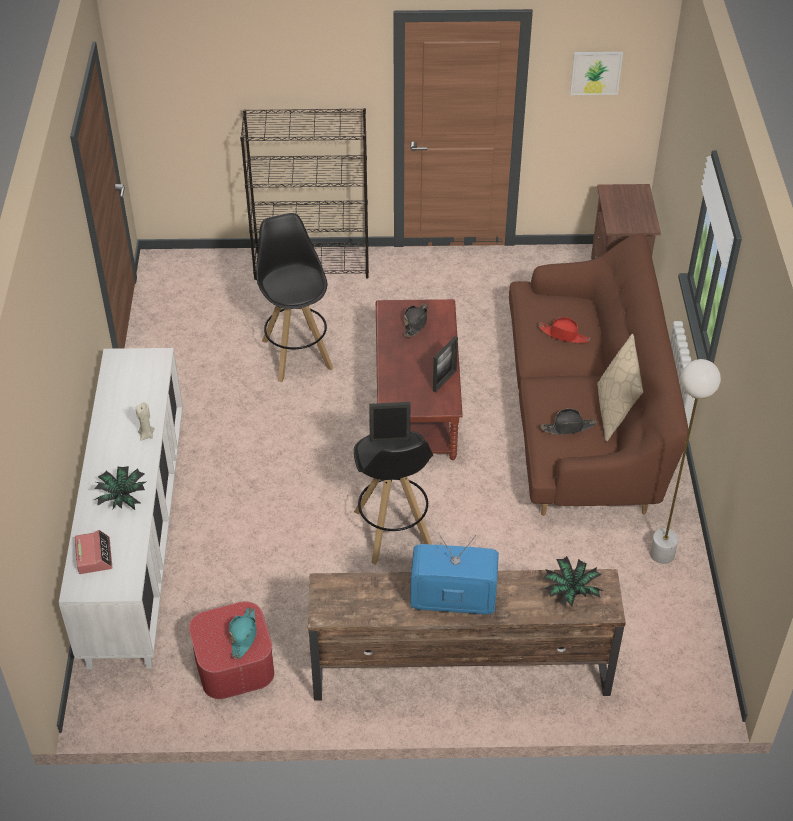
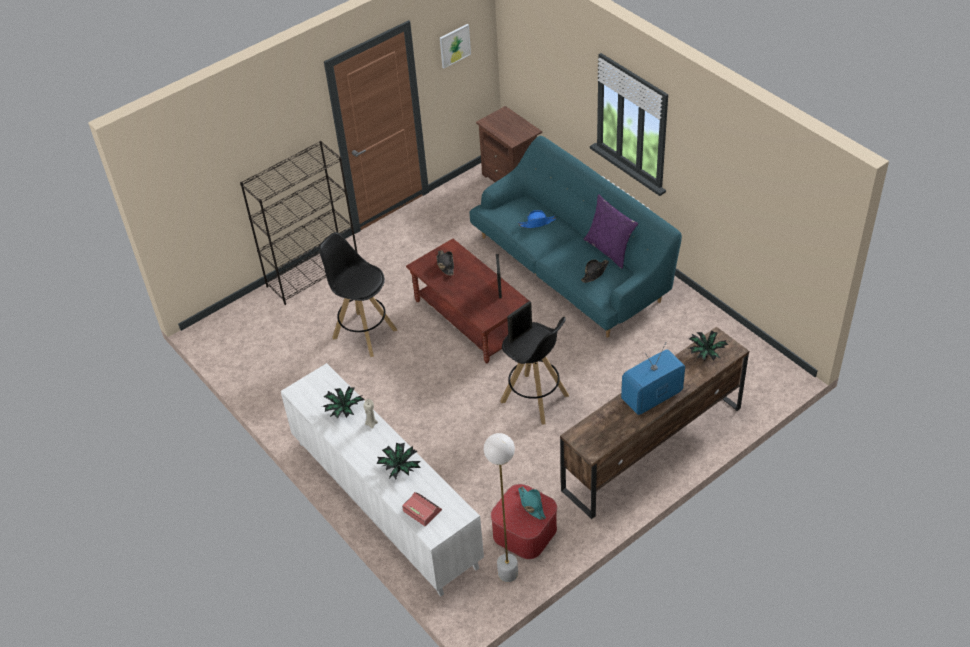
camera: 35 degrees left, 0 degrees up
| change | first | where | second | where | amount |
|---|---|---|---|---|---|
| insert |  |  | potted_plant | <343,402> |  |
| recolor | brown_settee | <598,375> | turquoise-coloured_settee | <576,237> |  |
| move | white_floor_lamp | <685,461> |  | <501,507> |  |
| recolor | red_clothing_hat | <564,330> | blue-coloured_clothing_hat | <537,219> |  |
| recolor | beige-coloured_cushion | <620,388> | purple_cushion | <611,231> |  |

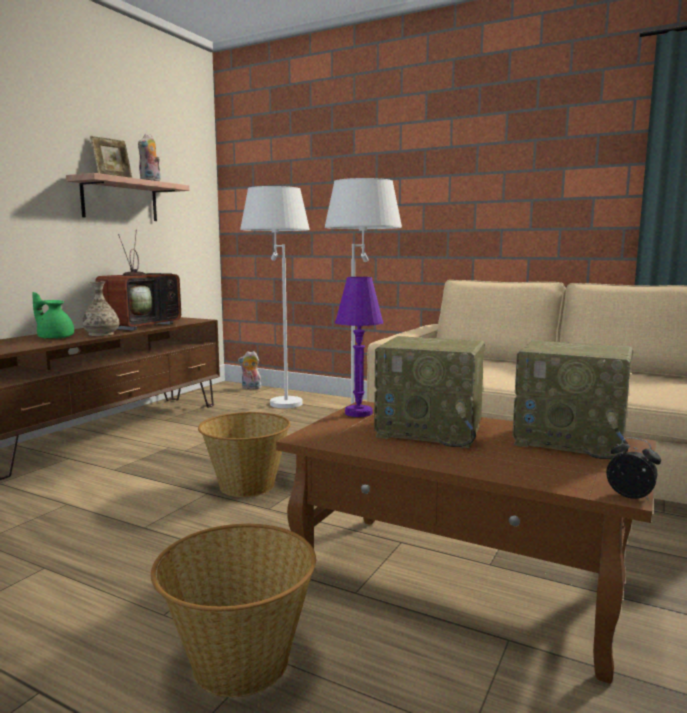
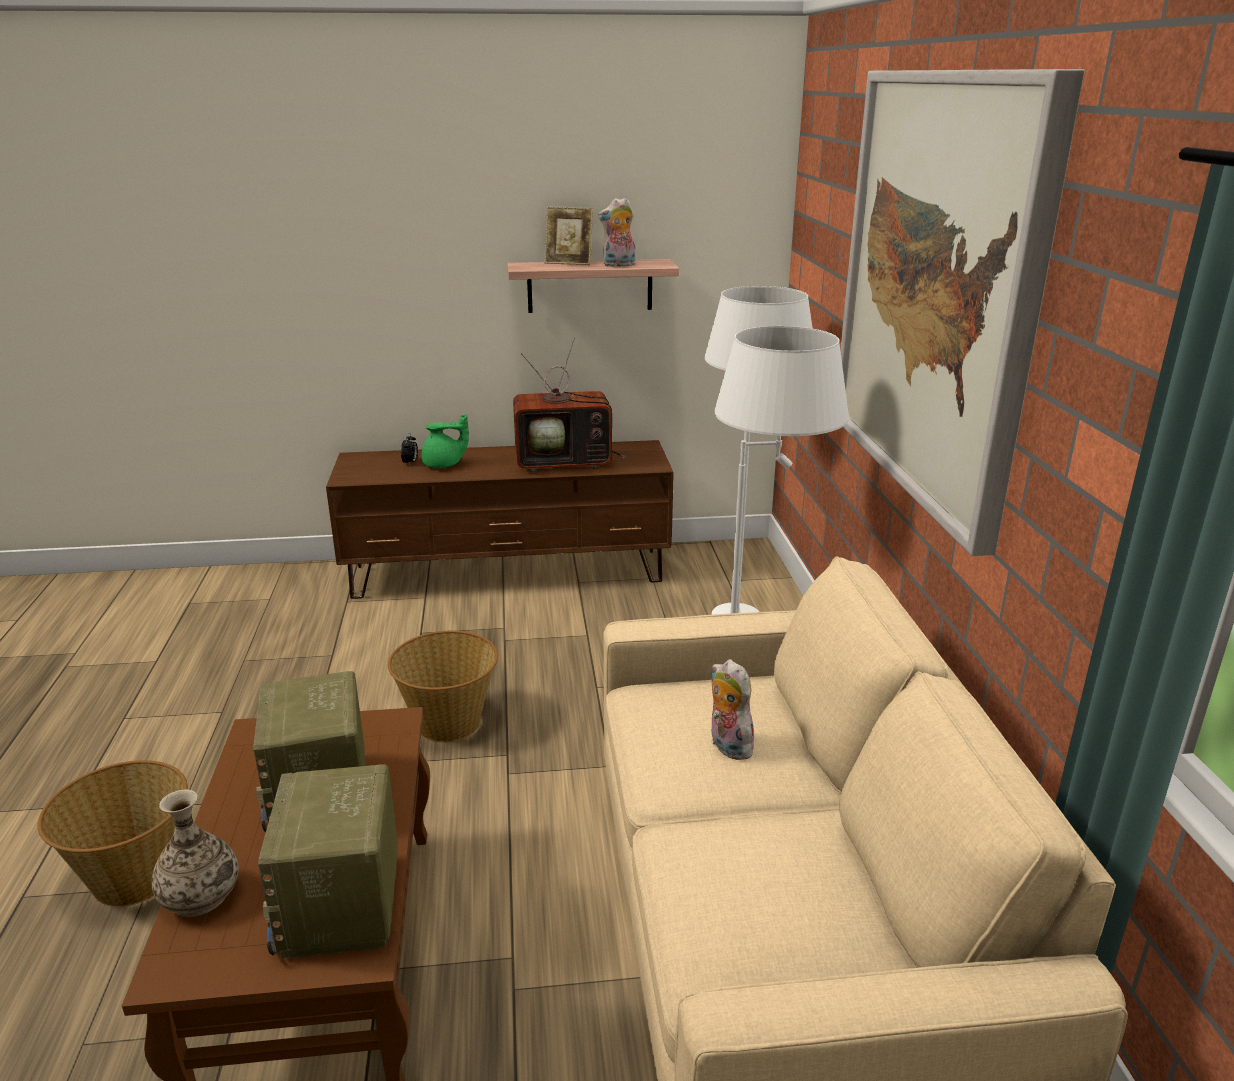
camera: 55 degrees right, 15 degrees up
| change | first | where | second | where | amount |
|---|---|---|---|---|---|
| move | vase | <100,309> |  | <195,853> |  |
| move | alarm_clock | <633,468> |  | <409,449> |  |
| rotate | green-coloured_tea_pot | <53,315> |  | <445,441> | 90 degrees clockwise |
| move | plush_toy | <250,370> |  | <732,709> |  |
| insert |  |  | wall_art | <962,312> |  |
| delete | purple_lamp_for_a_table | <359,347> |  |  |  |

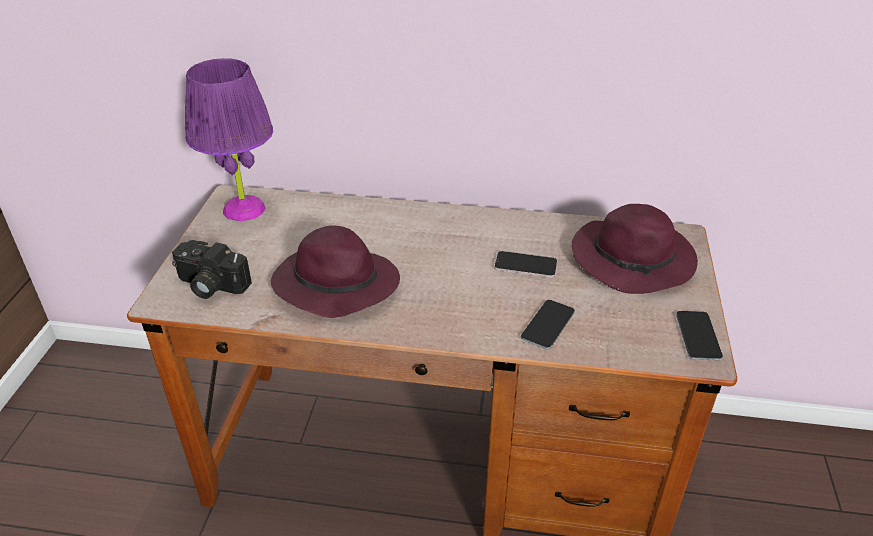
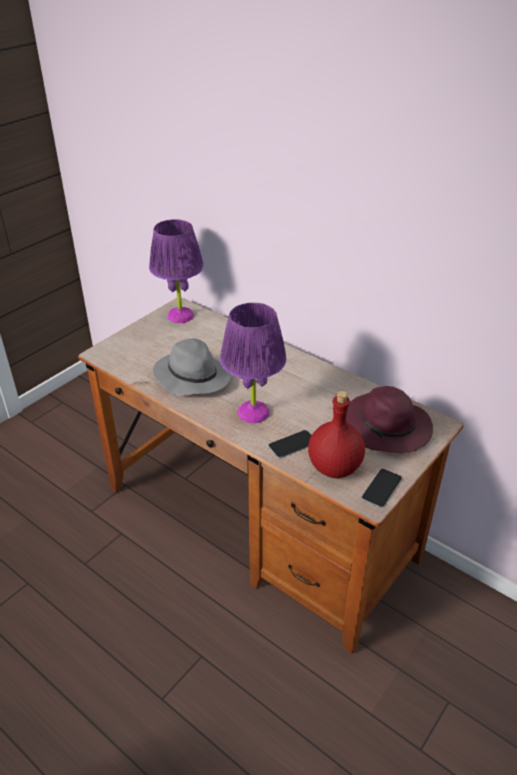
camera: 30 degrees right, 0 degrees up
| change | first | where | second | where | amount |
|---|---|---|---|---|---|
| recolor | purple_clothing_hat | <335,271> | grey_clothing_hat | <192,367> |  |
| insert |  |  | purple_lamp_for_a_table | <253,363> |  |
| insert |  |  | red_bottle | <336,434> |  |
| delete | photo_camera | <212,269> |  |  |  |
| delete | phone | <526,264> |  |  |  |

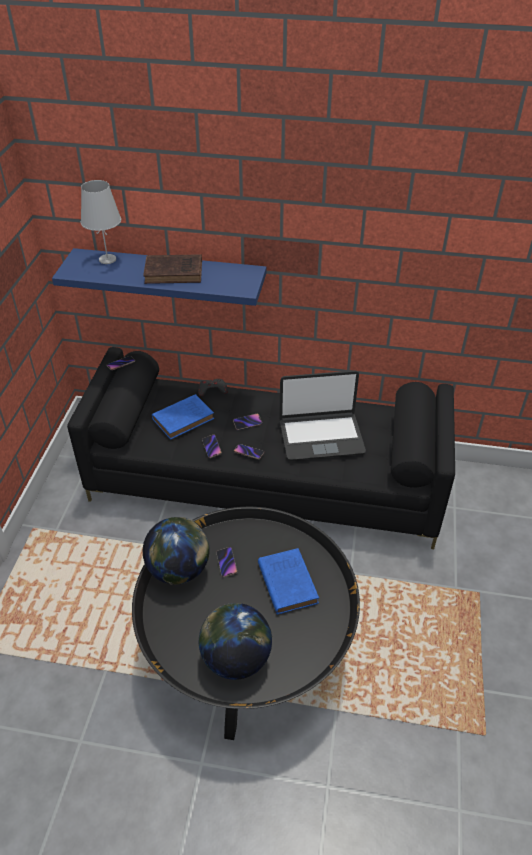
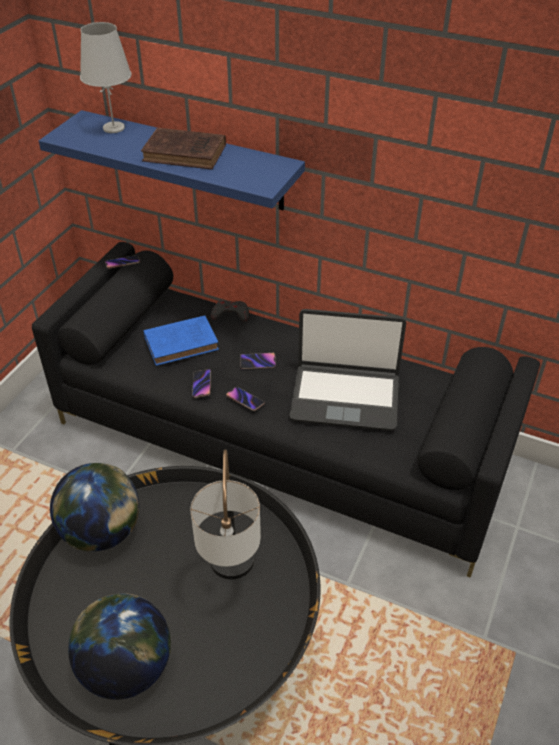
camera: 15 degrees right, 0 degrees up
| change | first | where | second | where | amount |
|---|---|---|---|---|---|
| replace | blue-coloured_volume | <288,581> | lamp_for_a_table | <225,514> |  |
| delete | phone | <227,562> |  |  |  |

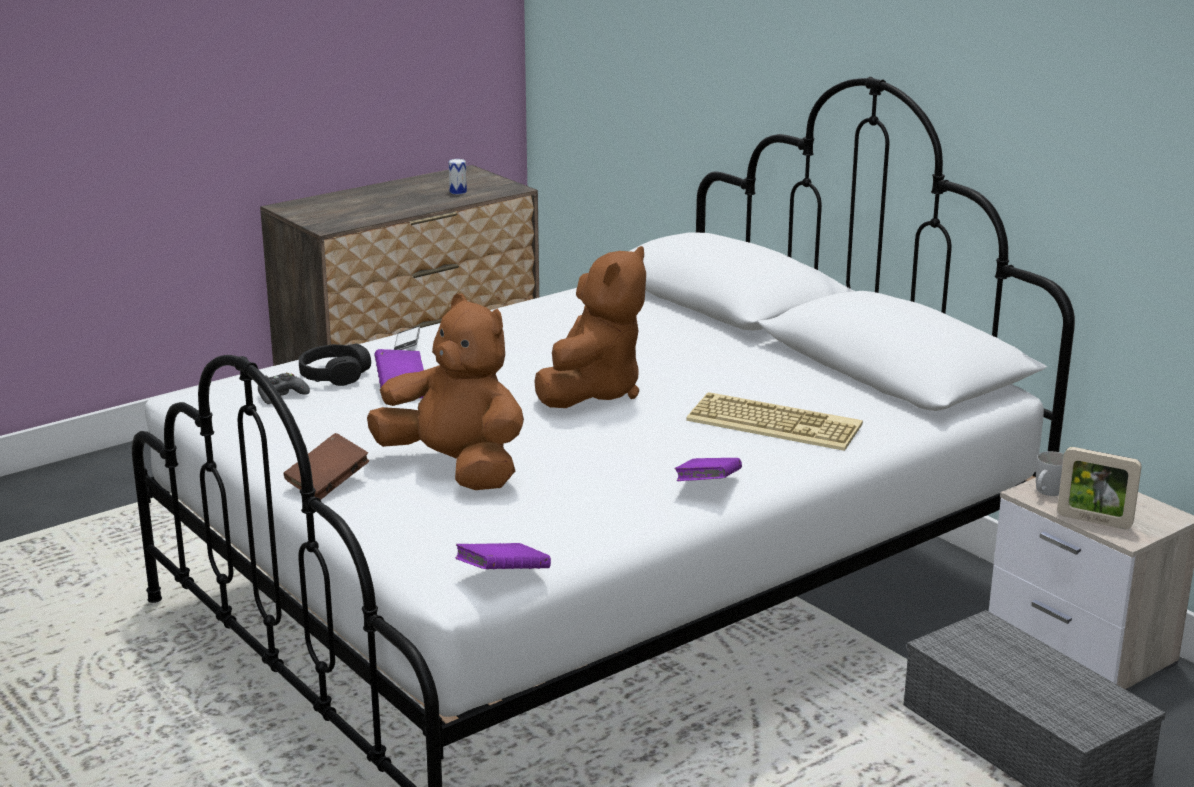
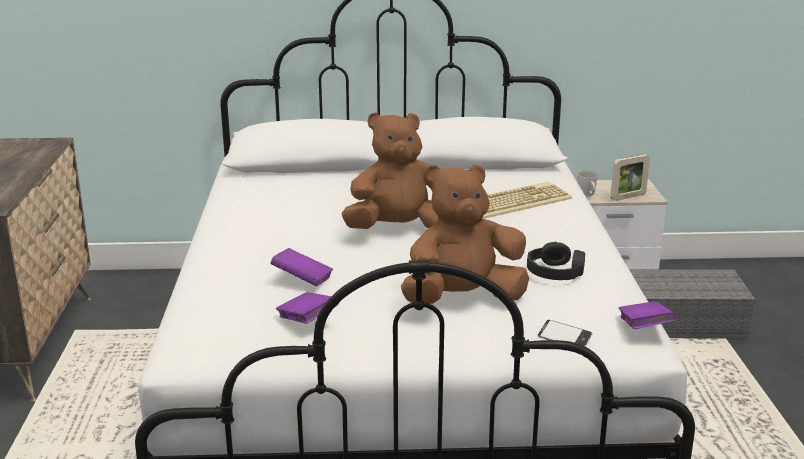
camera: 55 degrees left, 0 degrees up
| change | first | where | second | where | amount |
|---|---|---|---|---|---|
| move | purple_volume | <708,469> |  | <307,308> |  |
| rotate | brown_plush_toy | <590,327> |  | <392,170> | 75 degrees counterclockwise |
| move | black-coloured_pair_of_headphones | <335,364> |  | <556,261> |  |
| move | phone | <407,338> |  | <565,333> |  |
| delete | black-coloured_joypad | <284,388> |  |  |  |
| delete | brown_volume | <326,466> |  |  |  |
| delete | can | <458,176> |  |  |  |

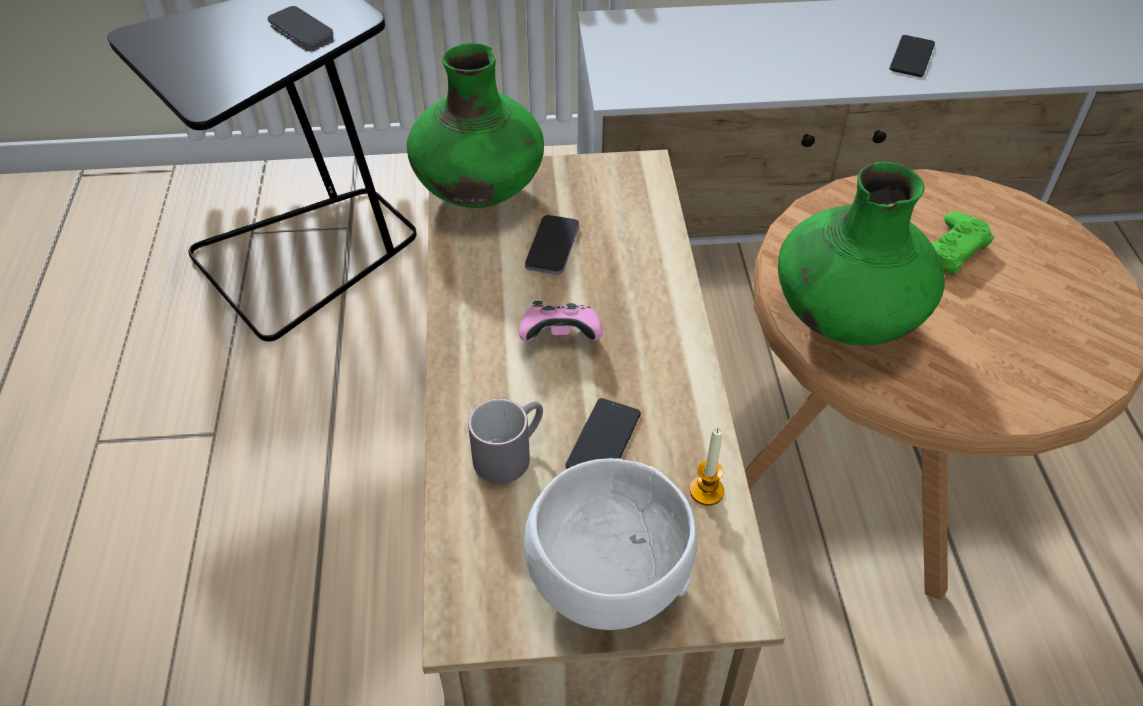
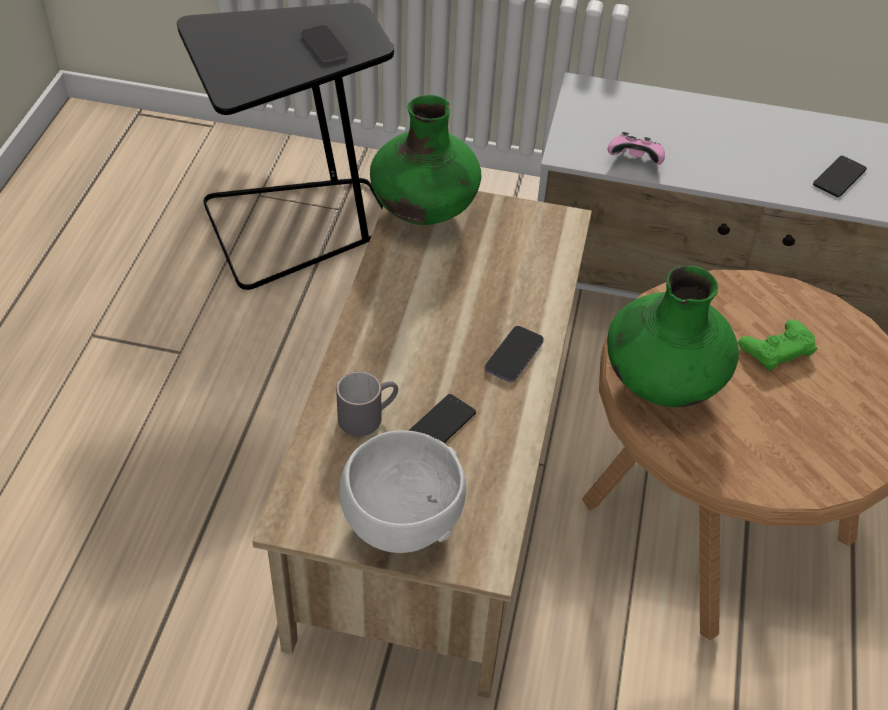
camera: 15 degrees right, 0 degrees up
| change | first | where | second | where | amount |
|---|---|---|---|---|---|
| move | phone | <552,245> |  | <514,354> |  |
| move | pinkish_joypad | <561,321> |  | <636,148> |  |
| delete | wax_light | <707,466> |  |  |  |

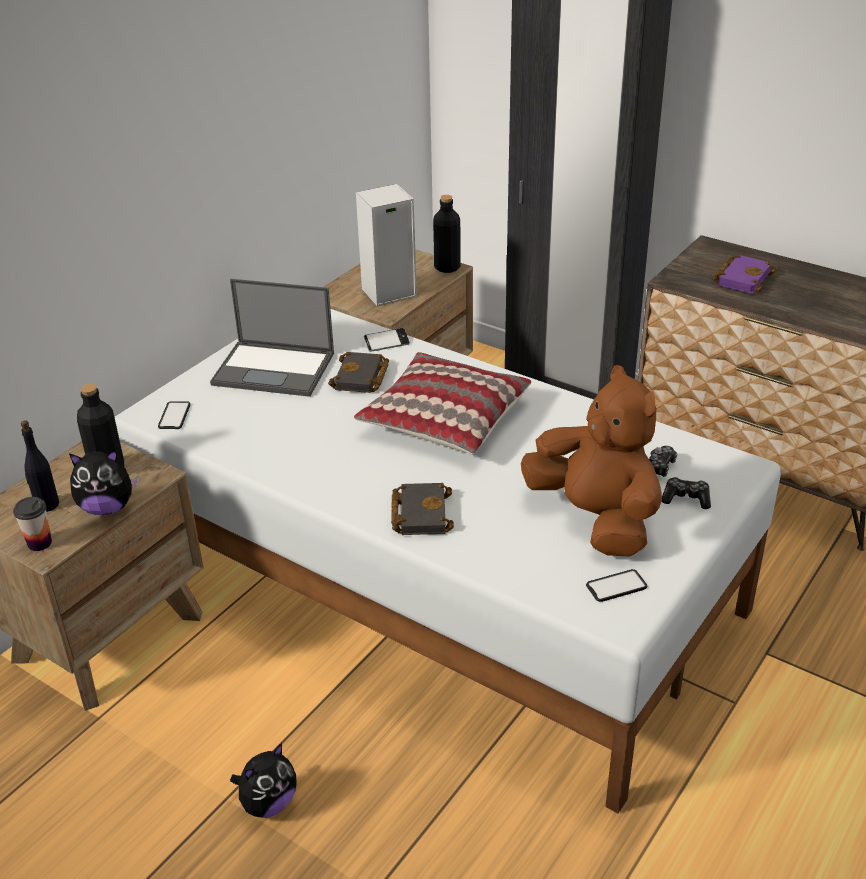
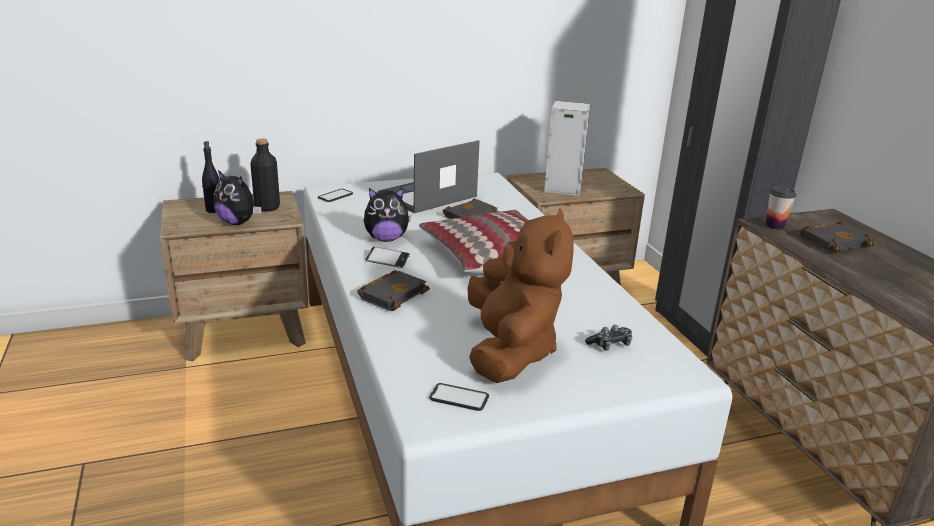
camera: 35 degrees right, 10 degrees down
| change | first | where | second | where | amount |
|---|---|---|---|---|---|
| move | plush_toy | <263,780> |  | <387,214> |  |
| move | phone | <387,340> |  | <387,257> |  |
| rotate | portable_computer | <272,338> |  | <429,176> | 90 degrees clockwise |
| move | small_cup | <32,524> |  | <780,208> |  |
| recolor | purple_volume | <745,274> | black-coloured_volume | <837,237> |  |
| delete | black-coloured_bottle | <447,234> |  |  |  |
| delete | joypad | <686,493> |  |  |  |

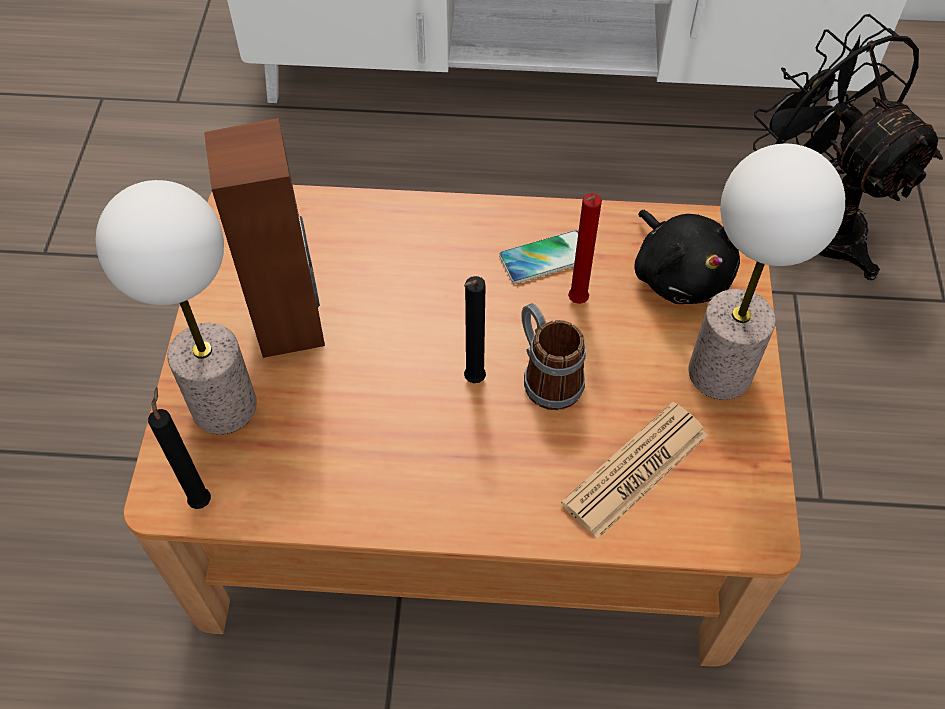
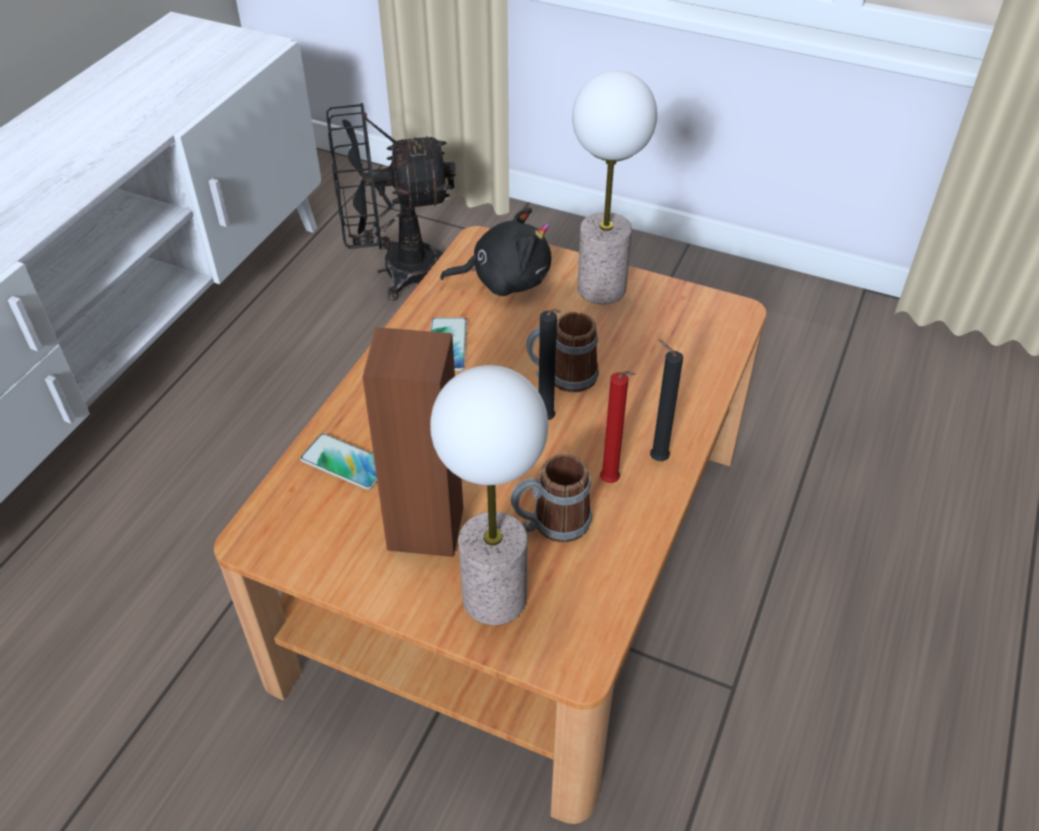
camera: 70 degrees left, 10 degrees down
| change | first | where | second | where | amount |
|---|---|---|---|---|---|
| insert |  |  | phone | <338,462> |  |
| insert |  |  | mug | <551,498> |  |
| move | red_wax_light | <585,248> |  | <618,427> |  |
| move | black-coloured_wax_light | <179,448> |  | <666,400> |  |
| delete | printed_paper | <634,470> |  |  |  |

